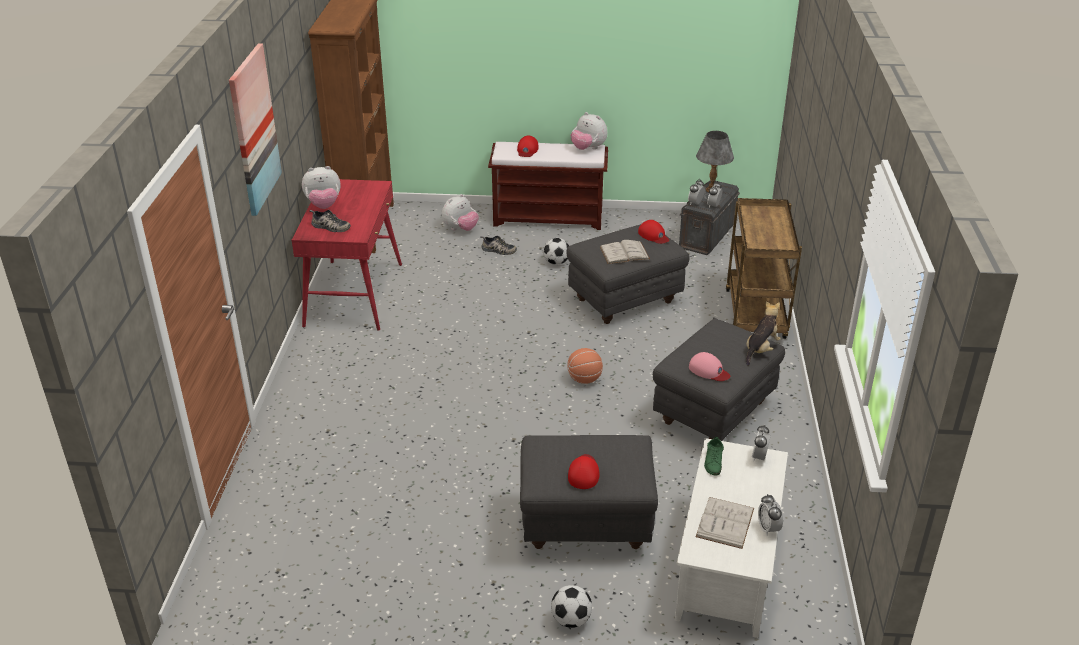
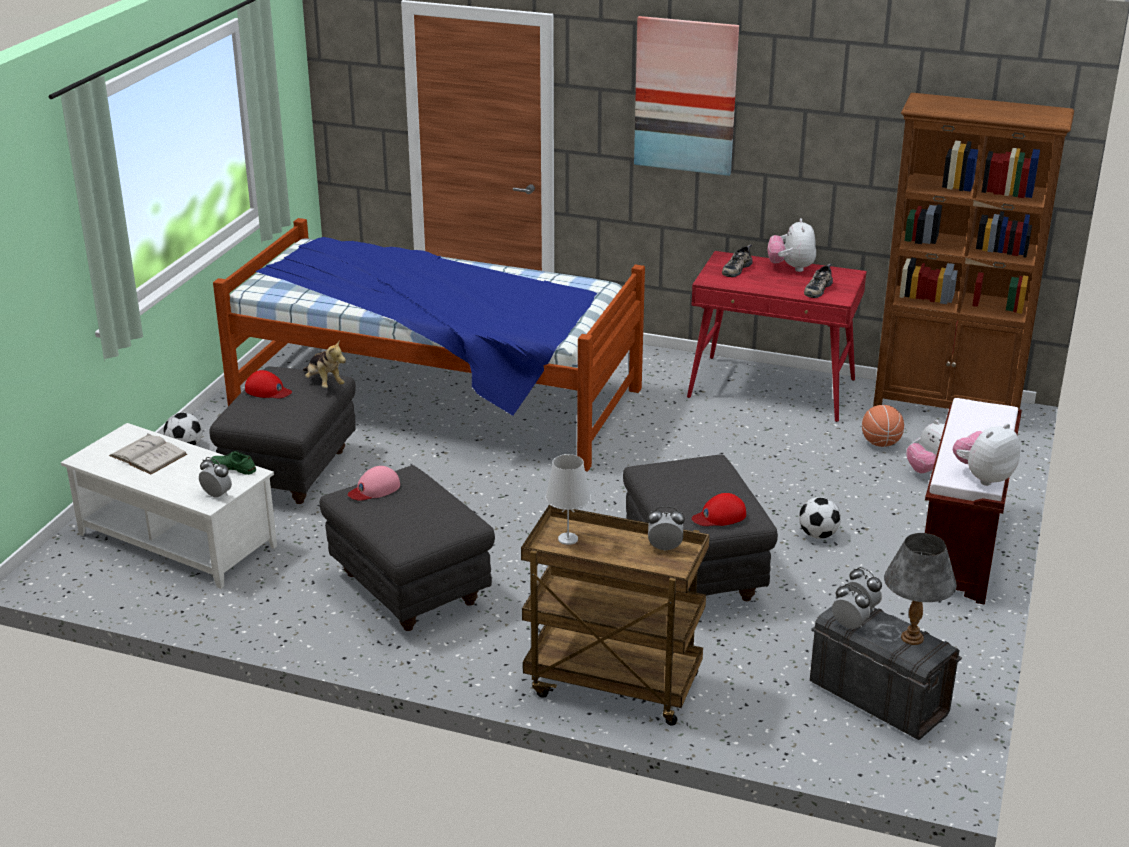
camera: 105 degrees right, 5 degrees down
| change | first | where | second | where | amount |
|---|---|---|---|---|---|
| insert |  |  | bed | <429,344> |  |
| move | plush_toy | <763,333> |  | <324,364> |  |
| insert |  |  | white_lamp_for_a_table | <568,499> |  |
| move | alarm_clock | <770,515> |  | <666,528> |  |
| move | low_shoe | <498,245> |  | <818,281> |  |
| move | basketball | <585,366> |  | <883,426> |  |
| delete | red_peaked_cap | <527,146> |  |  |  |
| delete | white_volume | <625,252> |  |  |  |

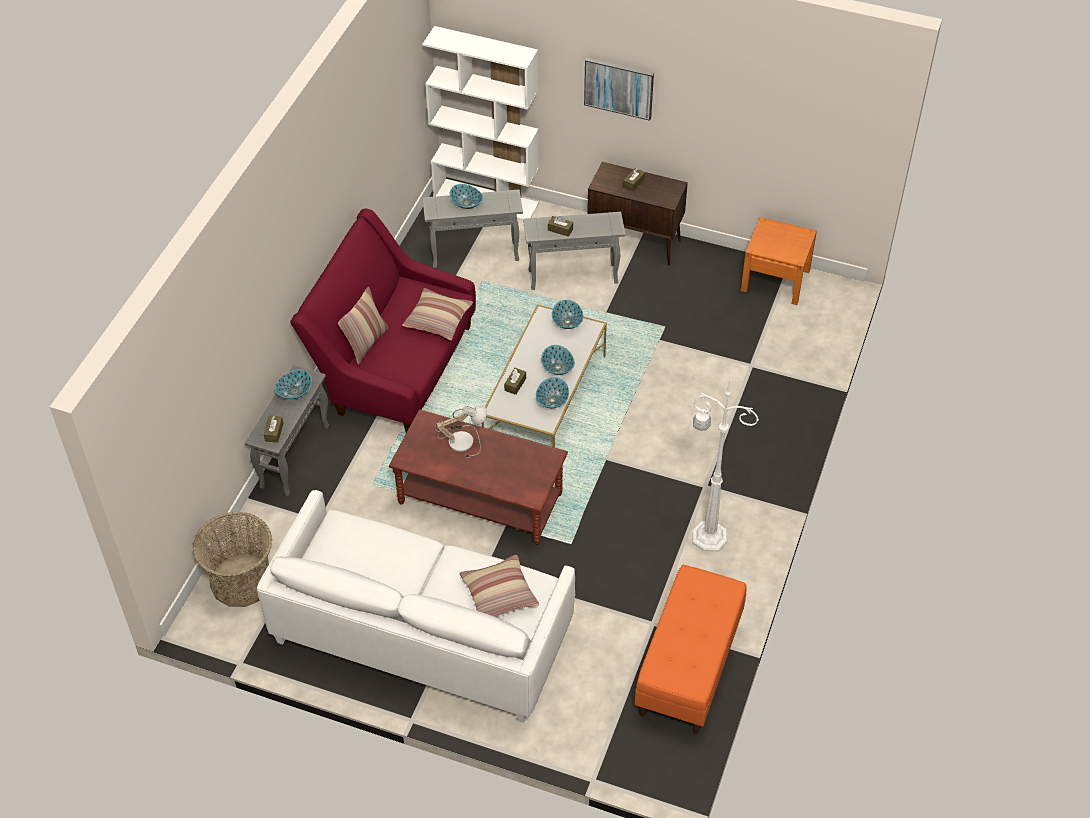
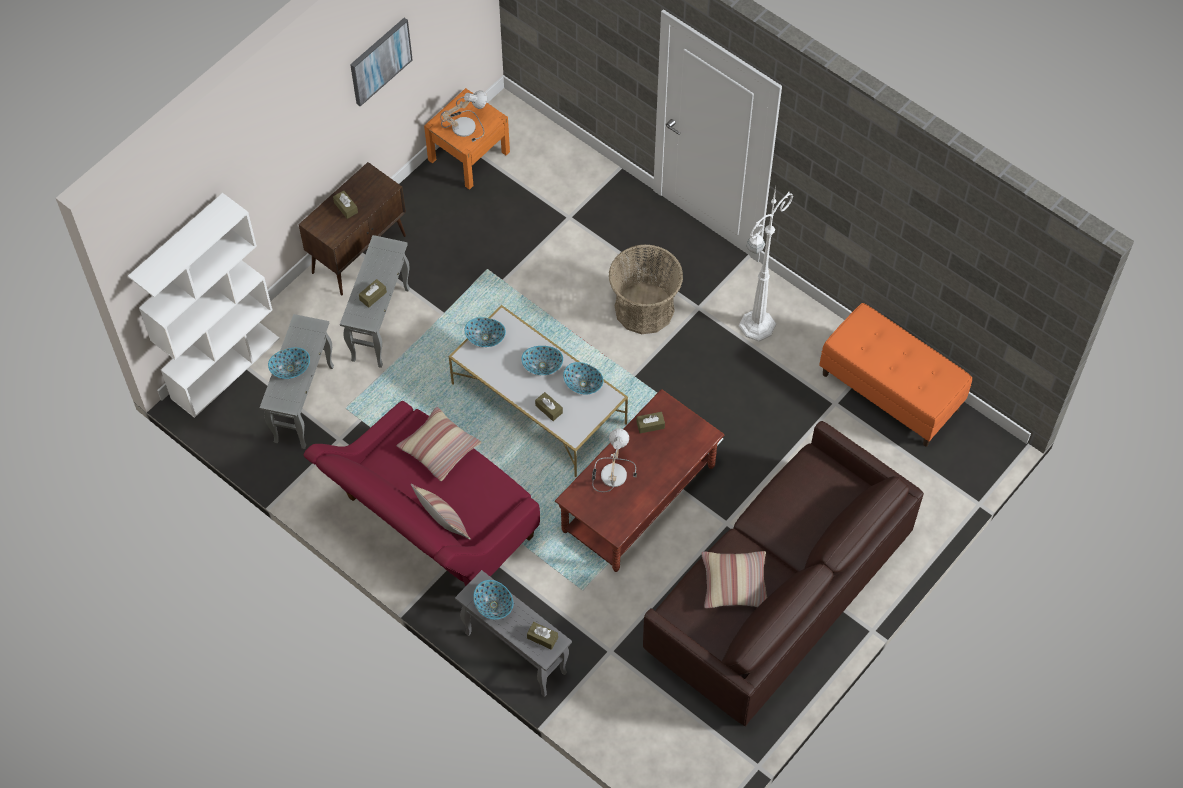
camera: 70 degrees left, 10 degrees up
| change | first | where | second | where | amount |
|---|---|---|---|---|---|
| move | wall_art | <619,89> |  | <381,62> |  |
| insert |  |  | lamp_for_a_table | <463,116> |  |
| move | basket | <232,559> |  | <646,289> |  |
| insert |  |  | brown_tissue_holder | <650,422> |  |
| recolor | white_settee | <416,606> | brown_settee | <783,573> |  |
| move | cushion | <499,586> |  | <734,579> |  |

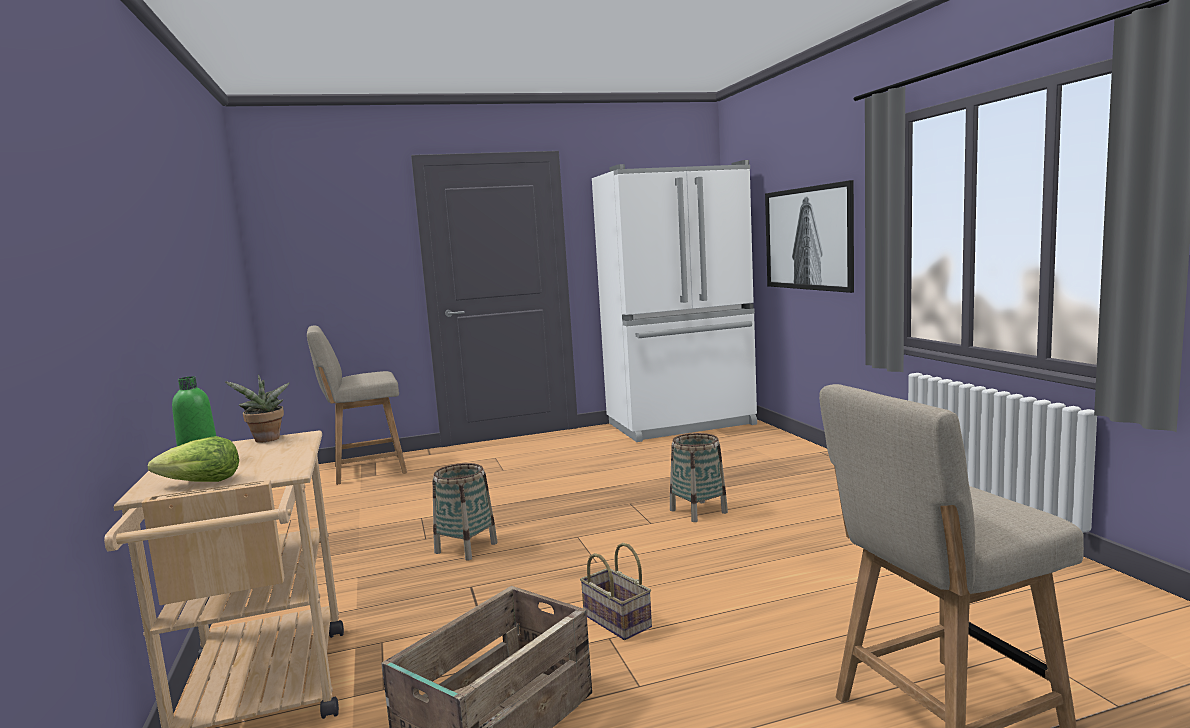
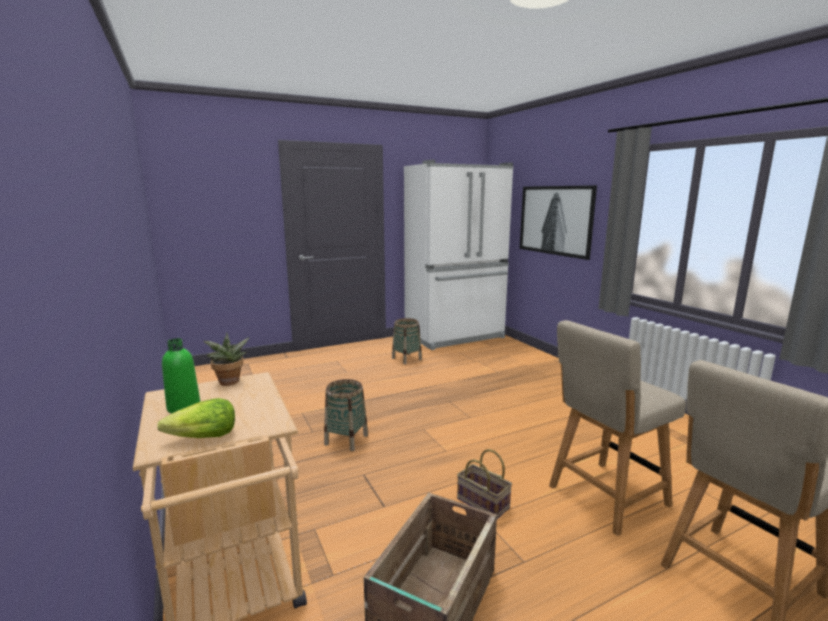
camera: 10 degrees left, 5 degrees up
| change | first | where | second | where | amount |
|---|---|---|---|---|---|
| move | basket | <699,477> |  | <407,341> |  |
| move | beige-coloured_chair | <357,405> |  | <617,428> |  |

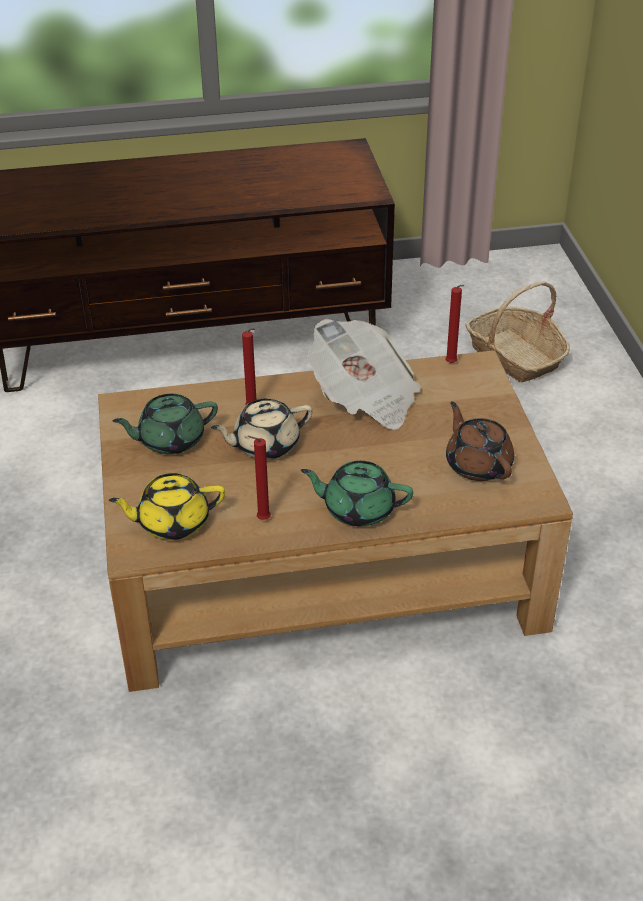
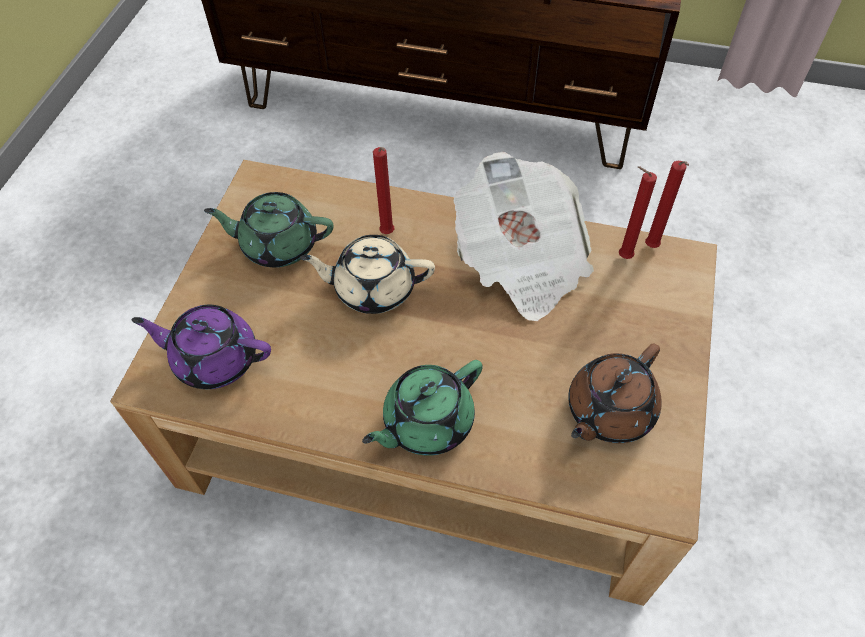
camera: 25 degrees right, 15 degrees up
| change | first | where | second | where | amount |
|---|---|---|---|---|---|
| recolor | yellowish_tea_pot | <167,506> | purple_tea_pot | <201,347> |  |
| rotate | green-coloured_tea_pot | <357,493> |  | <422,408> | 75 degrees counterclockwise |
| rotate | brown_tea_pot | <480,441> |  | <615,393> | 135 degrees counterclockwise |
| move | red_wax_light | <259,478> |  | <638,212> |  |
| delete | basket | <517,331> |  |  |  |

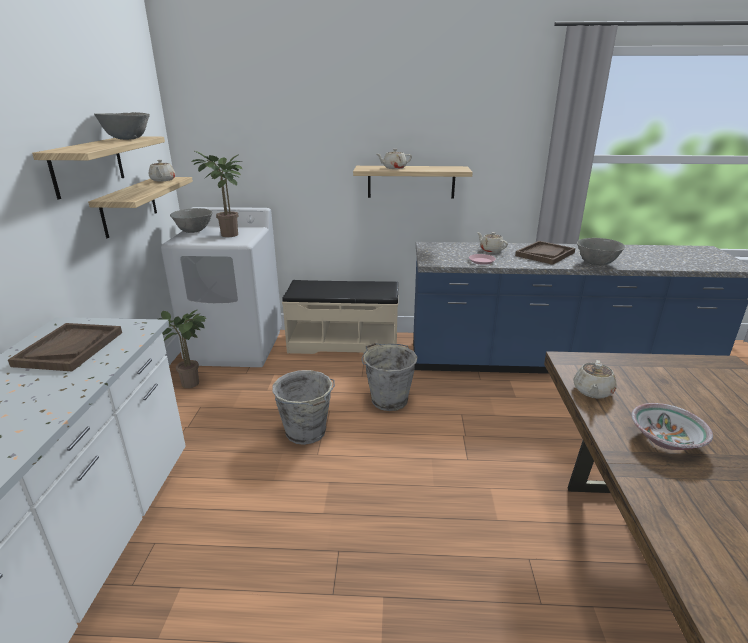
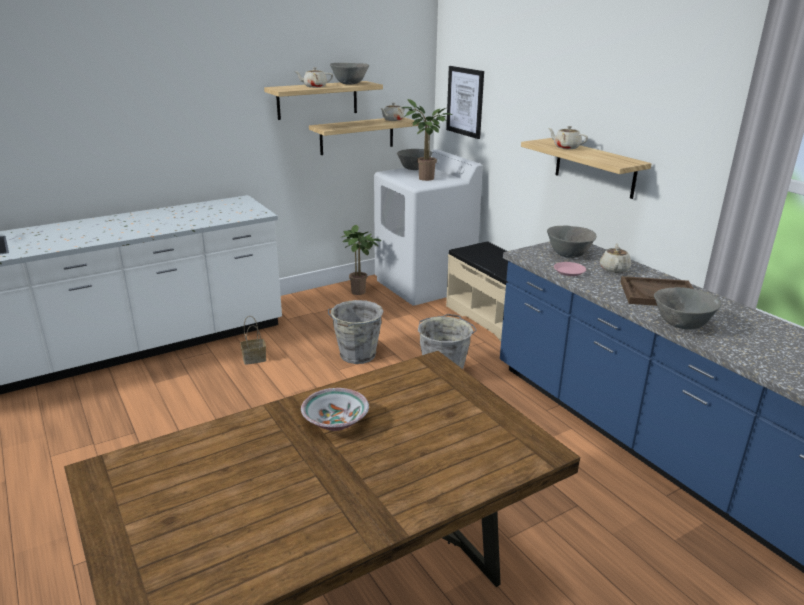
camera: 55 degrees right, 0 degrees up
| change | first | where | second | where | amount |
|---|---|---|---|---|---|
| insert |  |  | basket | <253,340> |  |
| move | beige-coloured_tea_pot | <595,379> |  | <314,77> |  |
| insert |  |  | wall_art | <465,102> |  |
| insert |  |  | grey_bowl | <572,241> |  |
| delete | brown_serving_tray | <65,347> |  |  |  |

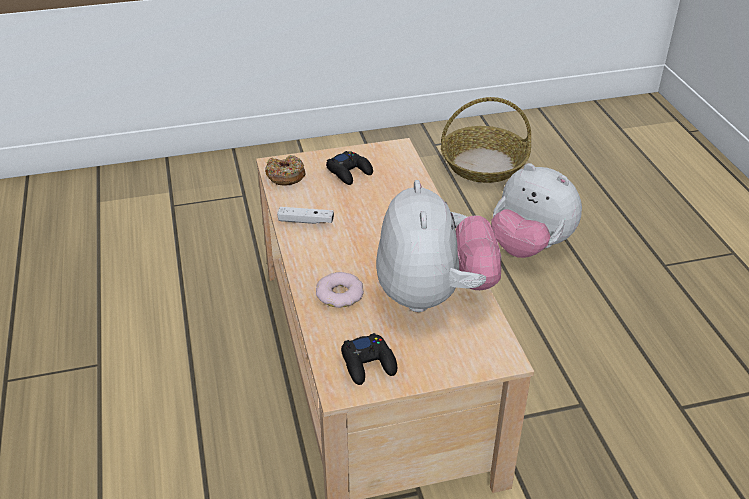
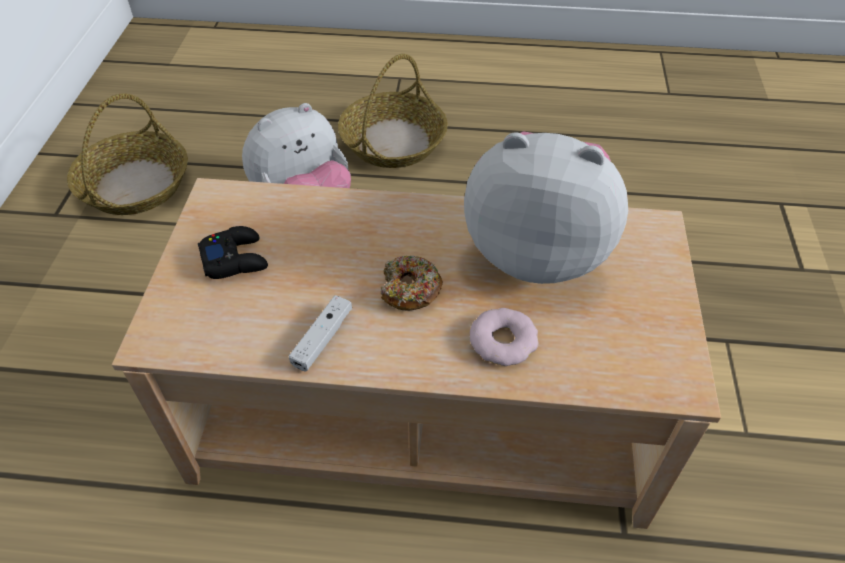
camera: 70 degrees left, 10 degrees up
| change | first | where | second | where | amount |
|---|---|---|---|---|---|
| insert |  |  | basket | <393,111> |  |
| move | donut | <285,170> |  | <412,282> |  |
| delete | black-coloured_joypad | <369,359> |  |  |  |

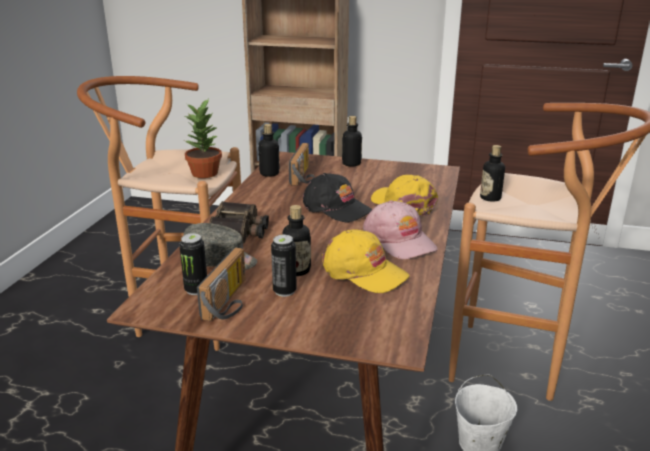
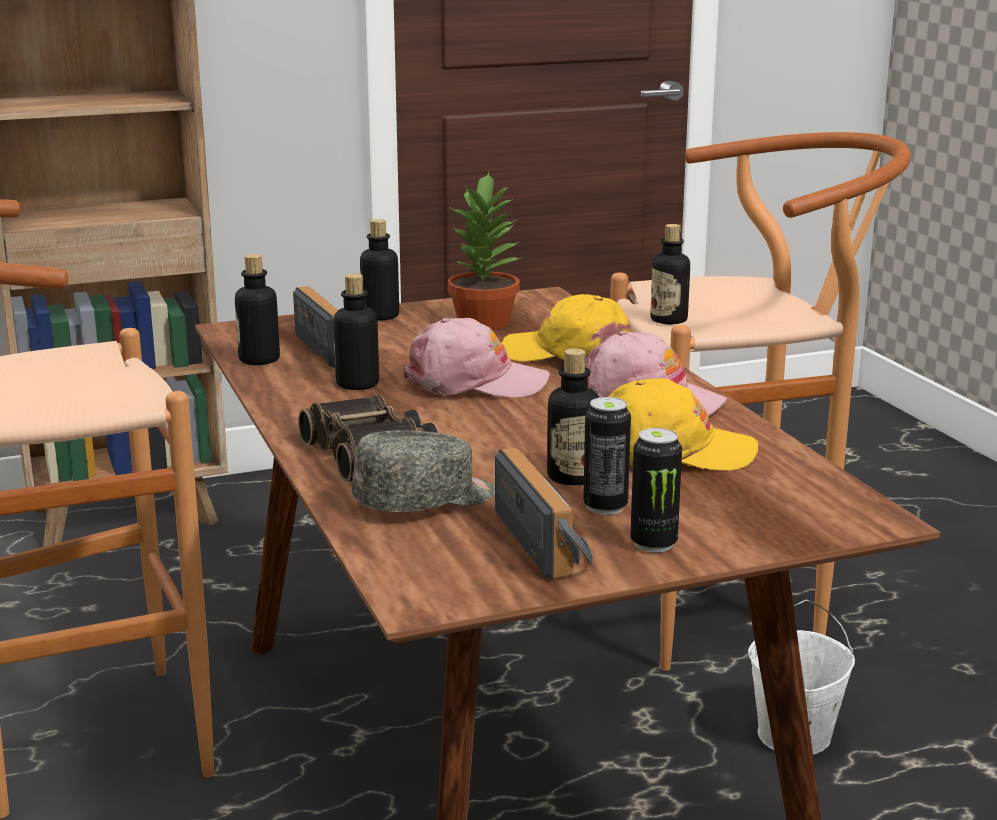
camera: 35 degrees left, 5 degrees down
| change | first | where | second | where | amount |
|---|---|---|---|---|---|
| insert |  |  | bottle | <356,332> |  |
| recolor | black-coloured_peaked_cap | <337,198> | pinkish_peaked_cap | <476,358> |  |
| move | potted_plant | <203,138> |  | <485,251> |  |
| move | can | <193,264> |  | <656,490> |  |

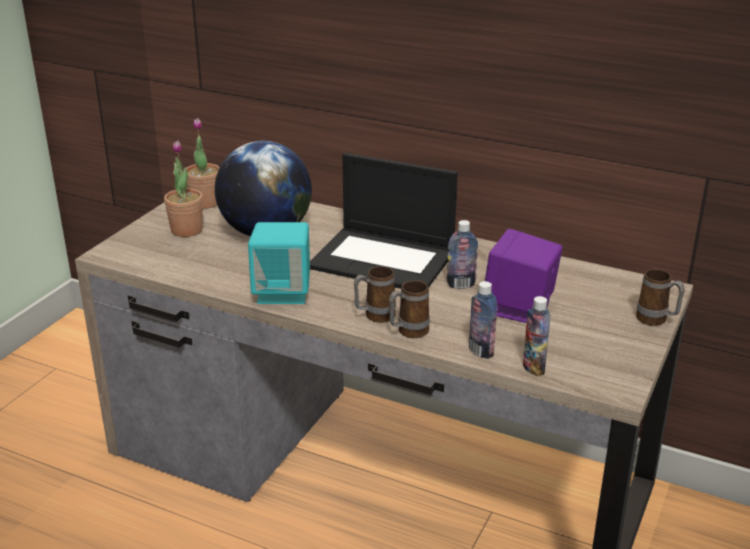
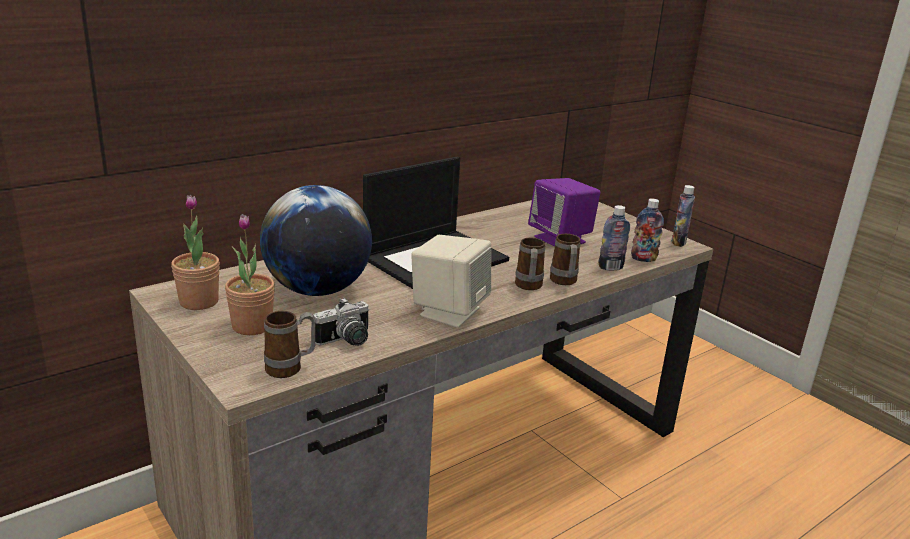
camera: 65 degrees left, 5 degrees down
| change | first | where | second | where | amount |
|---|---|---|---|---|---|
| move | mug | <660,297> |  | <290,344> |  |
| insert |  |  | photo_camera | <341,322> |  |
| recolor | turquoise-coloured_loudspeaker | <279,263> | beige-coloured_loudspeaker | <451,281> |  |
| move | bottle | <462,254> |  | <683,216> |  |

